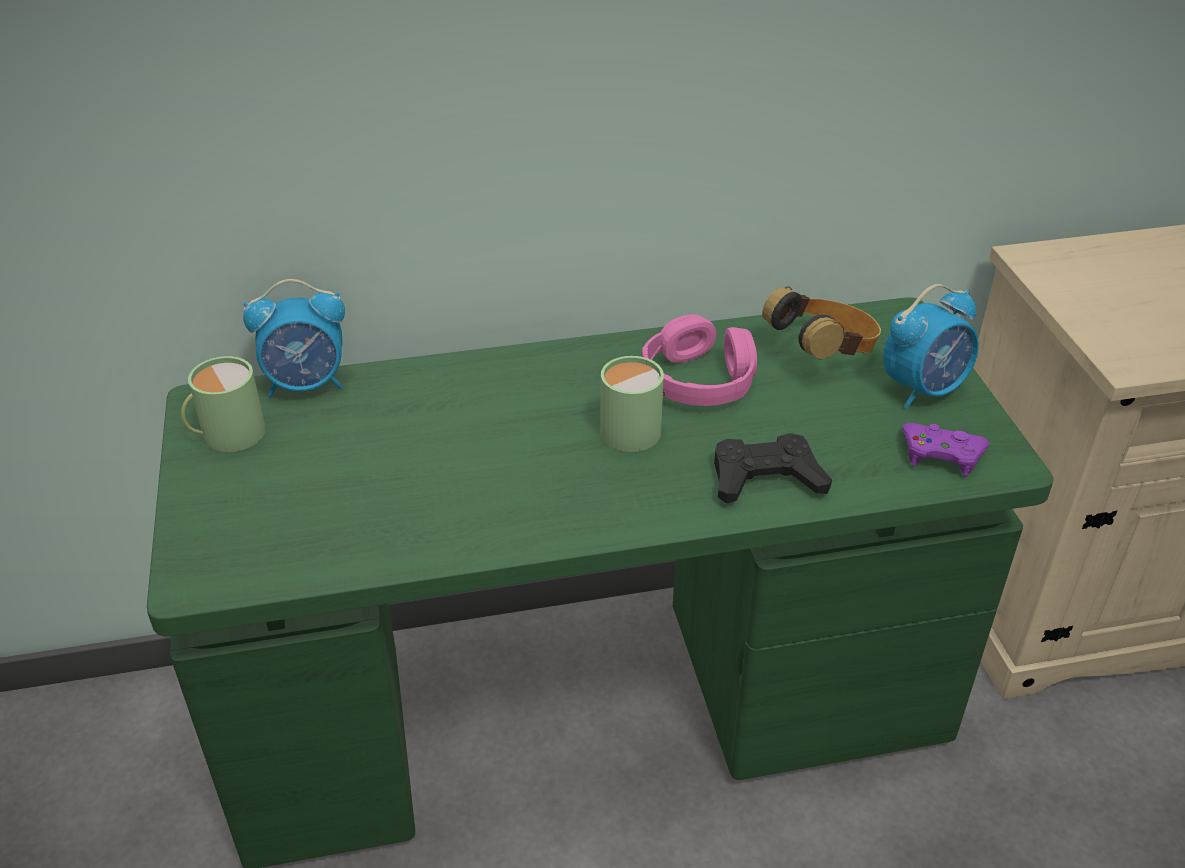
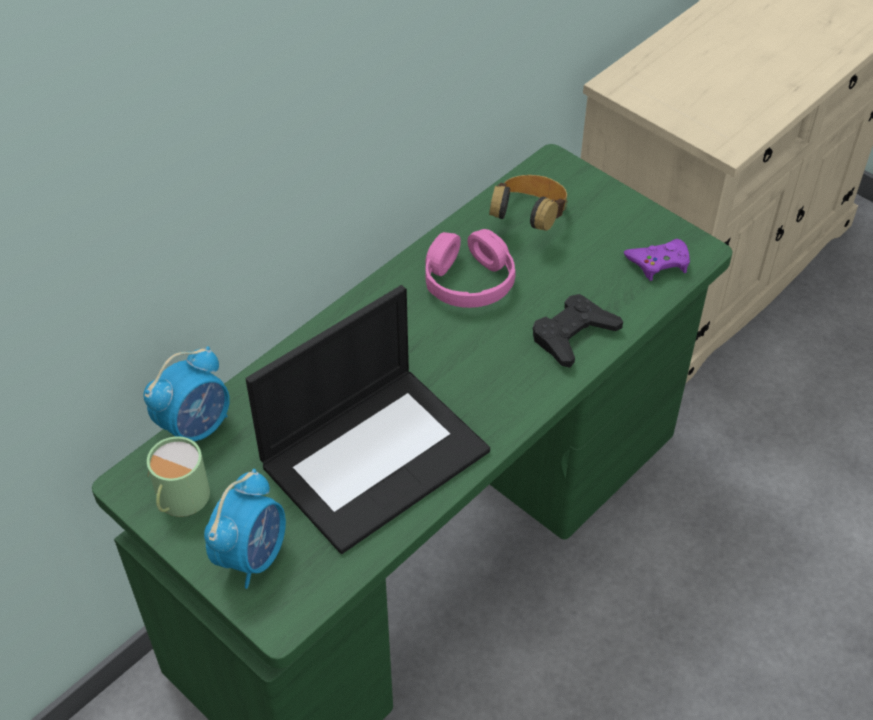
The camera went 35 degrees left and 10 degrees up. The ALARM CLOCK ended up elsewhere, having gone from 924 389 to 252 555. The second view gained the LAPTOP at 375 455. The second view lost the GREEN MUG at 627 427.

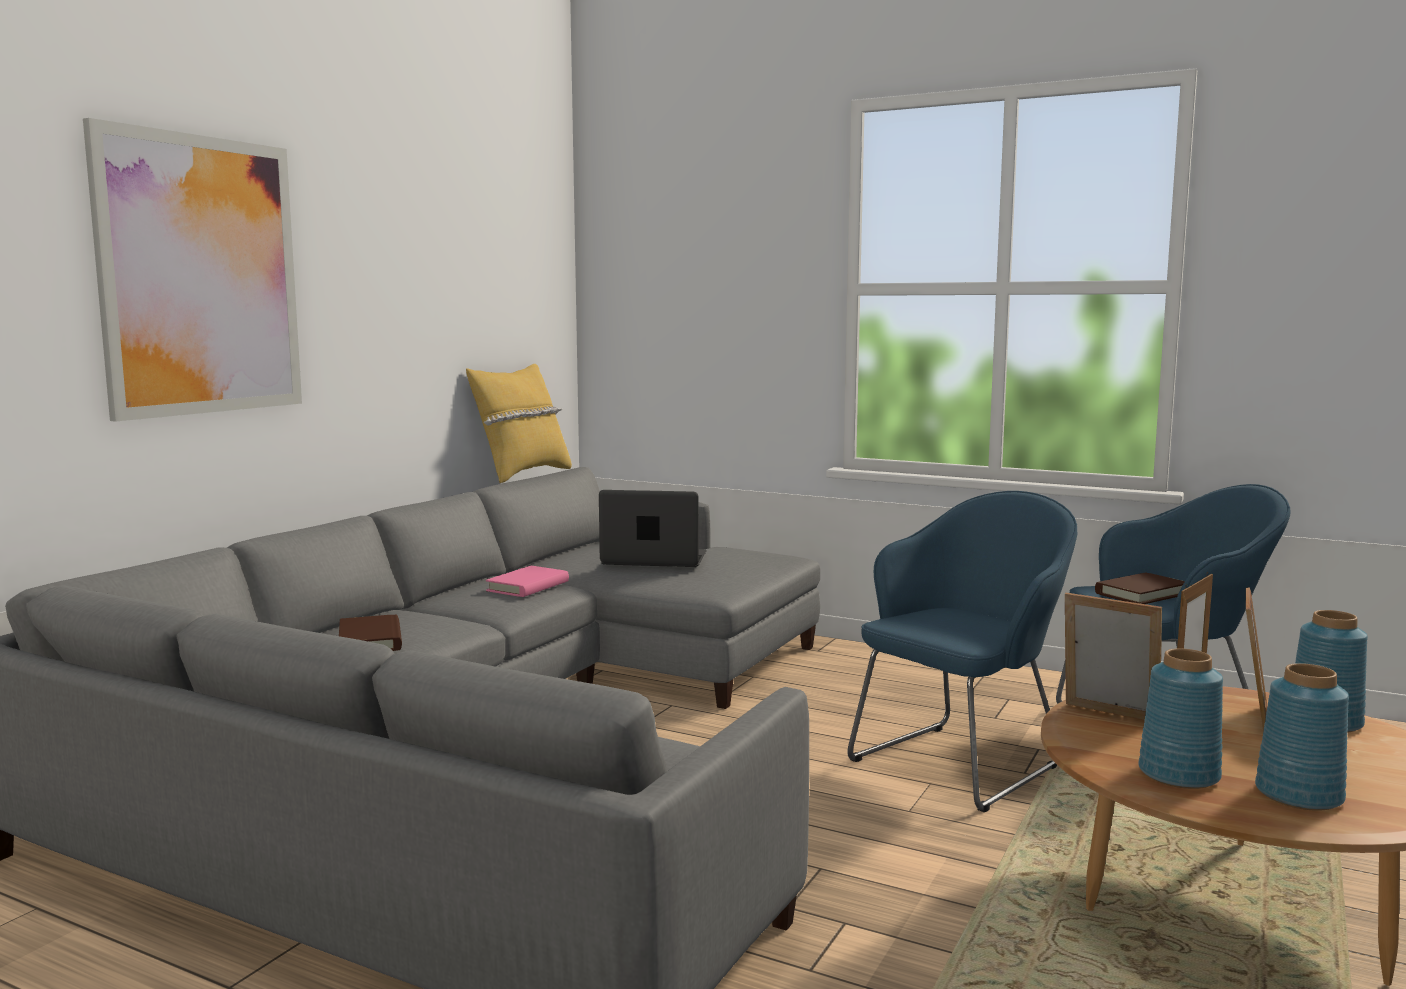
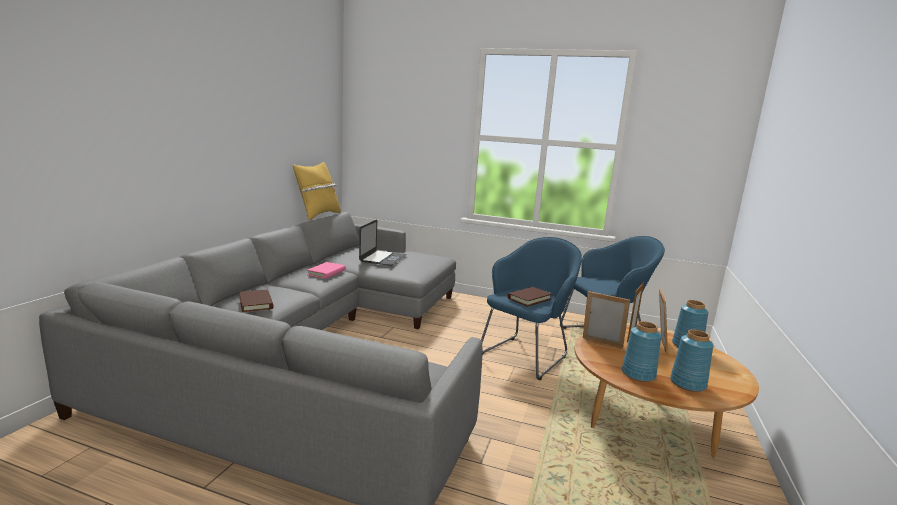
The camera went 10 degrees left and 5 degrees up. The LAPTOP at 654 559 ended up facing another way, 105 degrees clockwise from before. The BROWN BOOK ended up elsewhere, having gone from 1141 594 to 529 299. The second view lost the PICTURE at 201 276.

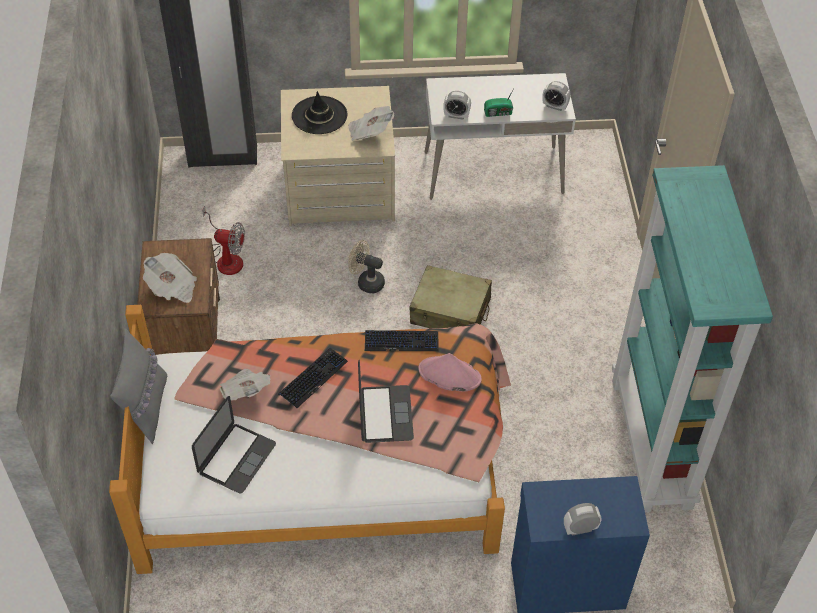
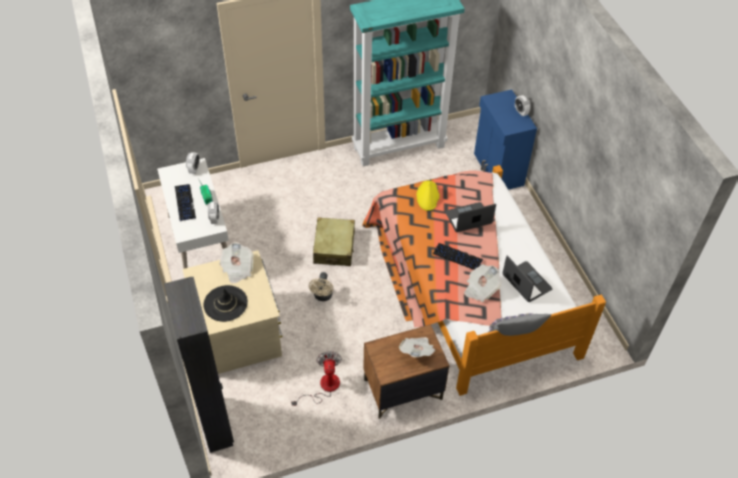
The camera went 105 degrees left and 0 degrees up. The KEYBOARD ended up elsewhere, having gone from 401 341 to 184 203. What was the PINK HAT at 449 375 turned into the YELLOW HAT at 428 196. The LAPTOP at 236 458 ended up facing another way, 45 degrees clockwise from before.

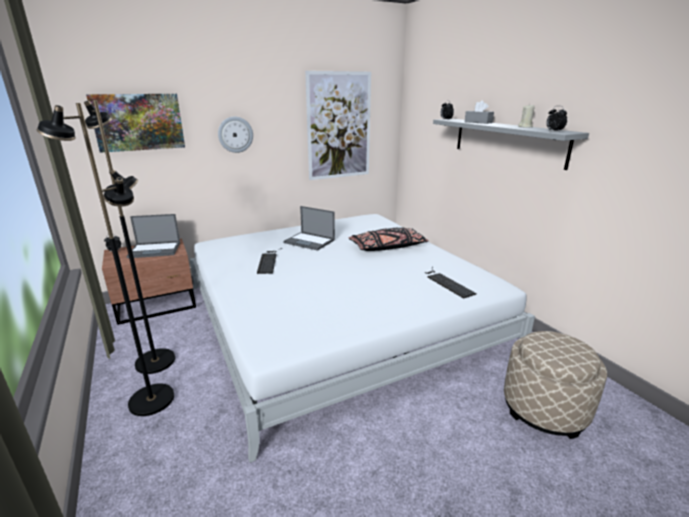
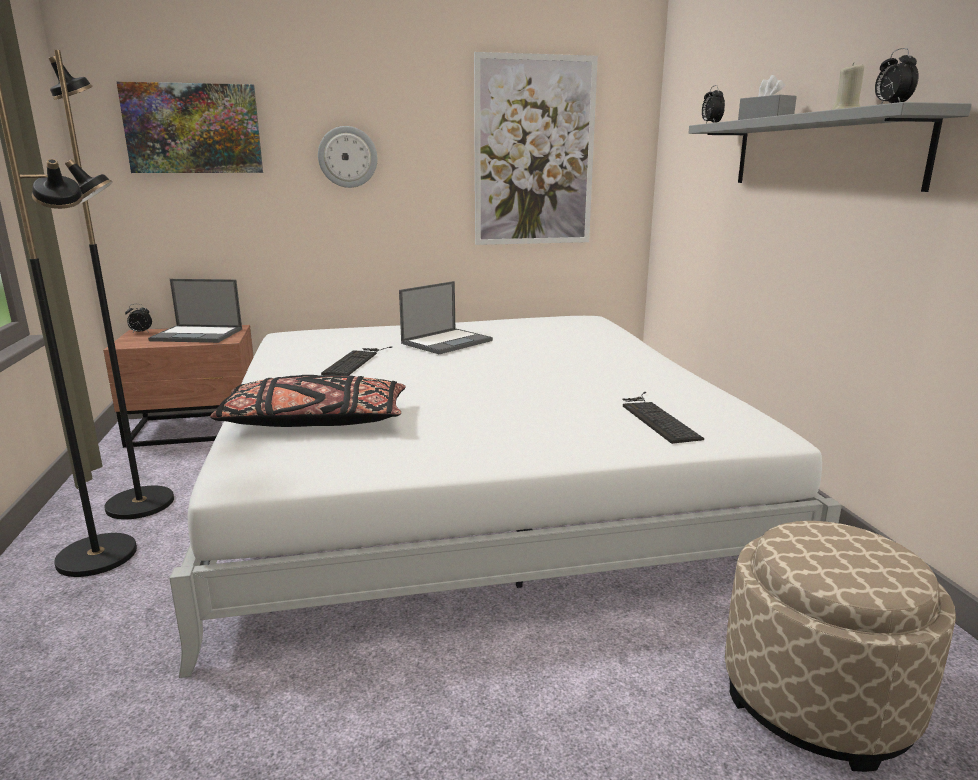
The camera went 15 degrees right and 5 degrees down. The BLACK PILLOW ended up elsewhere, having gone from 387 247 to 314 422. The LAPTOP at 310 241 ended up facing another way, 90 degrees counterclockwise from before.

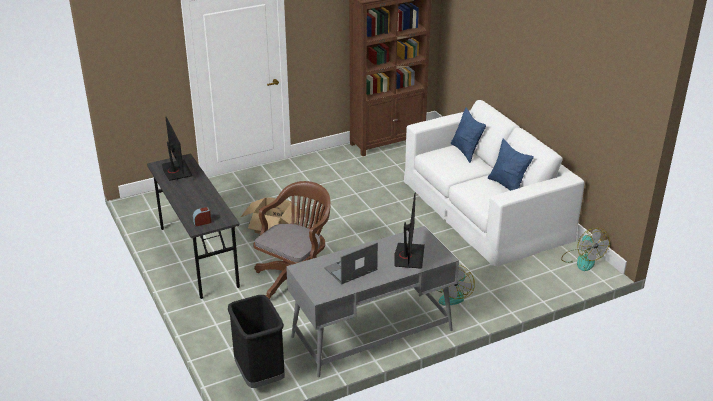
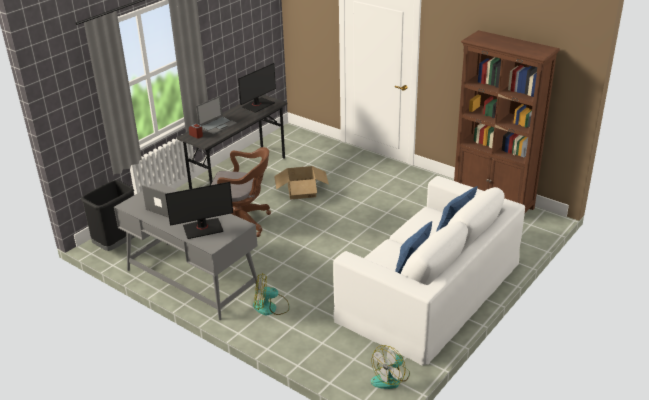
The camera went 65 degrees right and 0 degrees up. The second view gained the LAPTOP at 218 125.

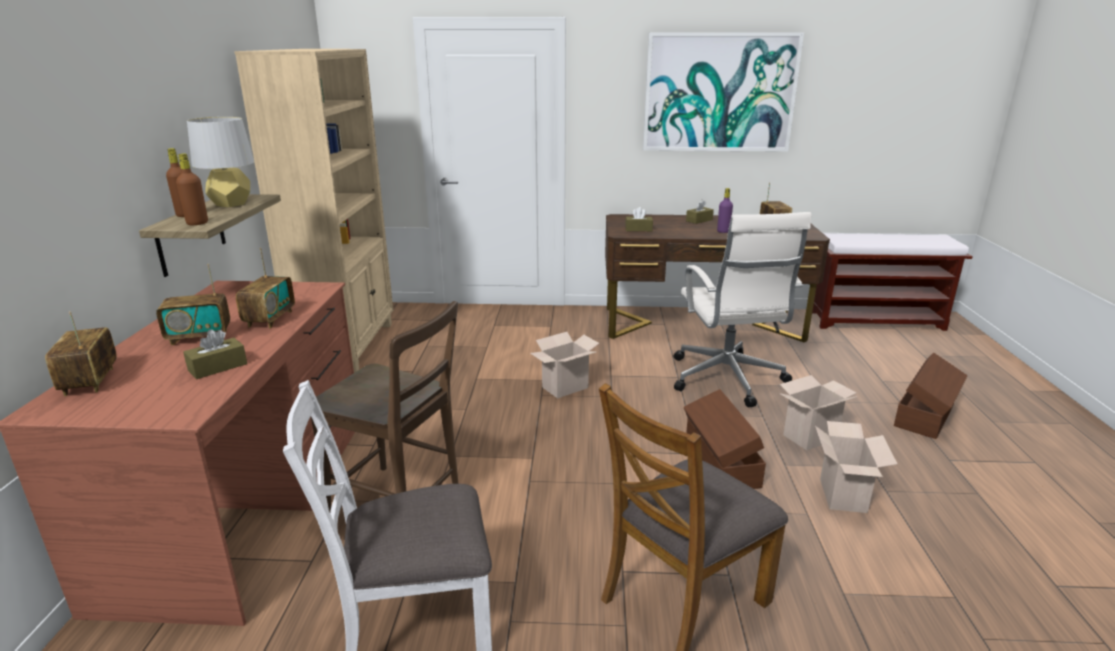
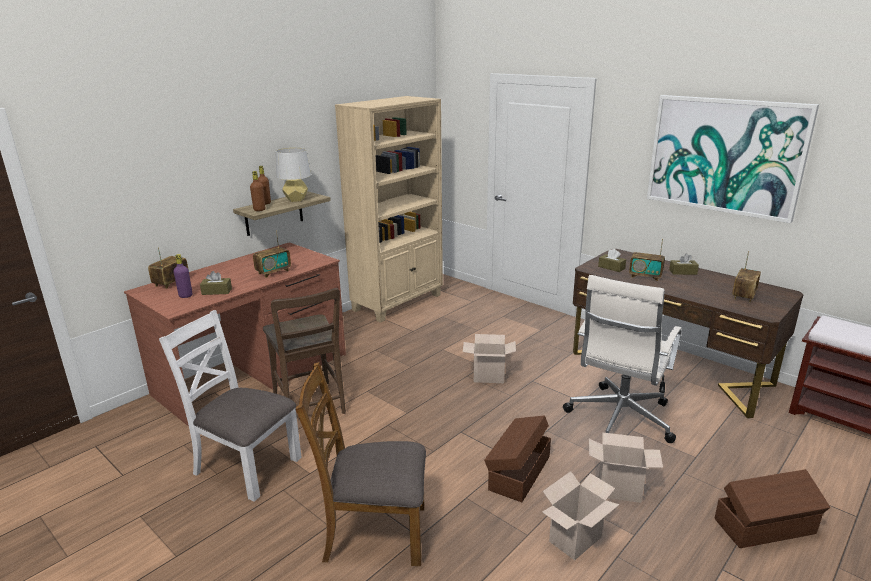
The camera went 40 degrees right and 0 degrees up. The PURPLE BOTTLE ended up elsewhere, having gone from 723 231 to 185 296. The RADIO ended up elsewhere, having gone from 199 337 to 645 276.

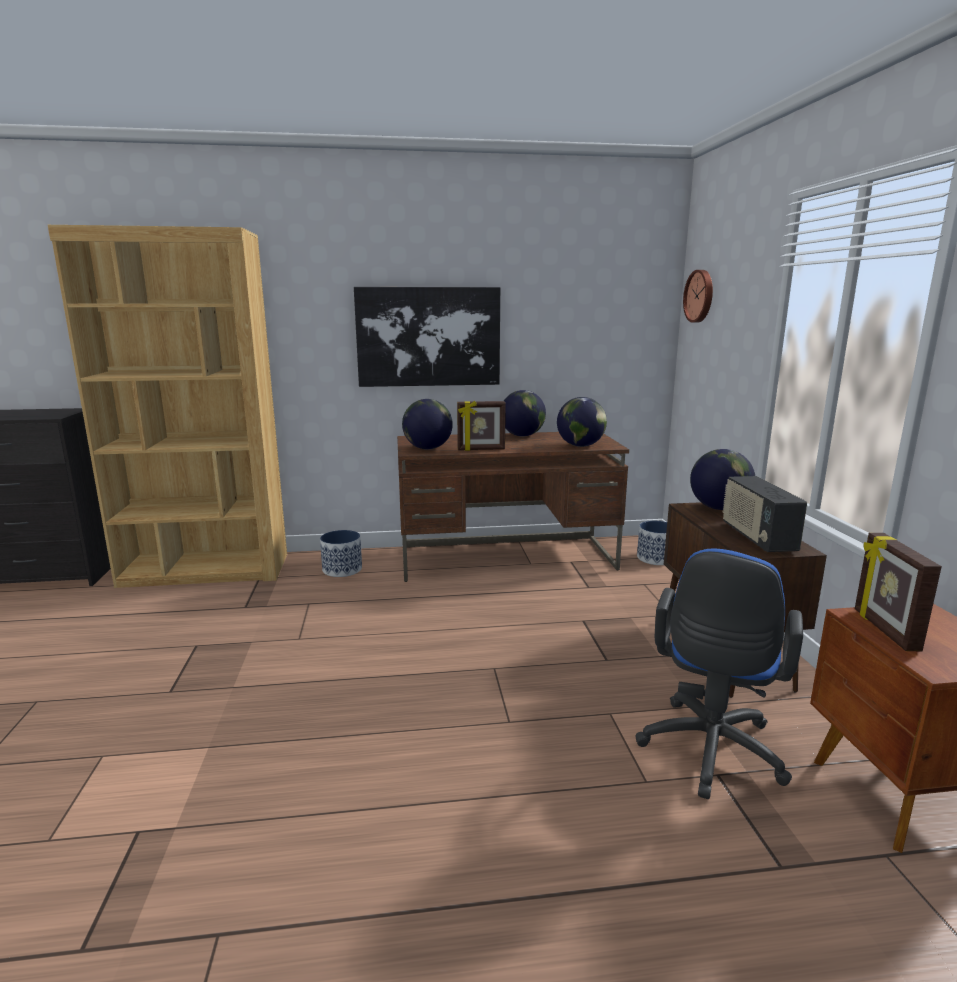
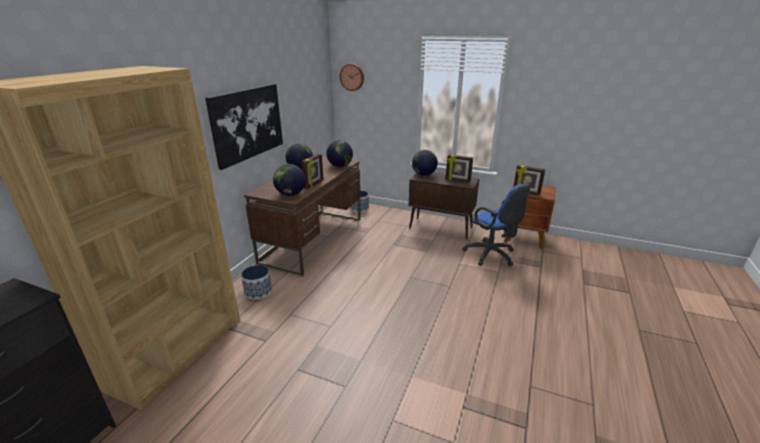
The camera went 60 degrees left and 10 degrees up. Where the RADIO stood at 757 538, the PICTURE FRAME came to stand at 457 180.

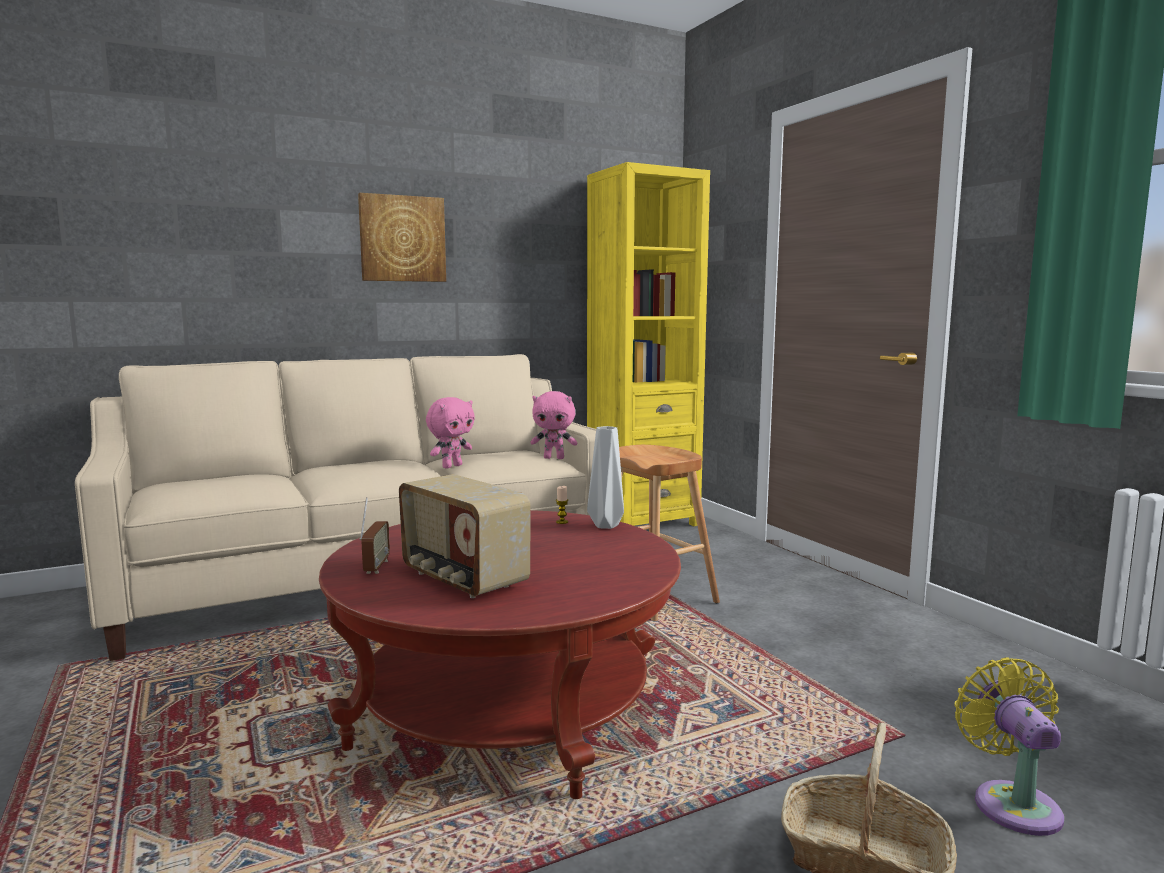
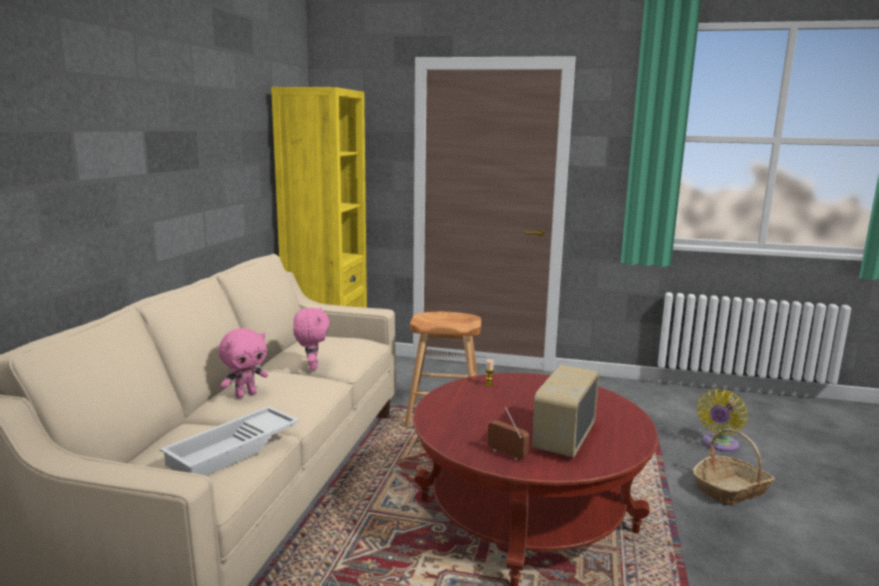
The camera went 50 degrees left and 5 degrees up. The second view gained the WHITE TRAY at 234 450. The PINK PLUSH TOY ended up elsewhere, having gone from 554 458 to 245 395. The RADIO at 462 579 ended up facing another way, 120 degrees clockwise from before. The YELLOW FAN at 1012 802 ended up facing another way, 90 degrees counterclockwise from before. The second view lost the PICTURE at 402 239. The second view lost the GREY VASE at 605 525.

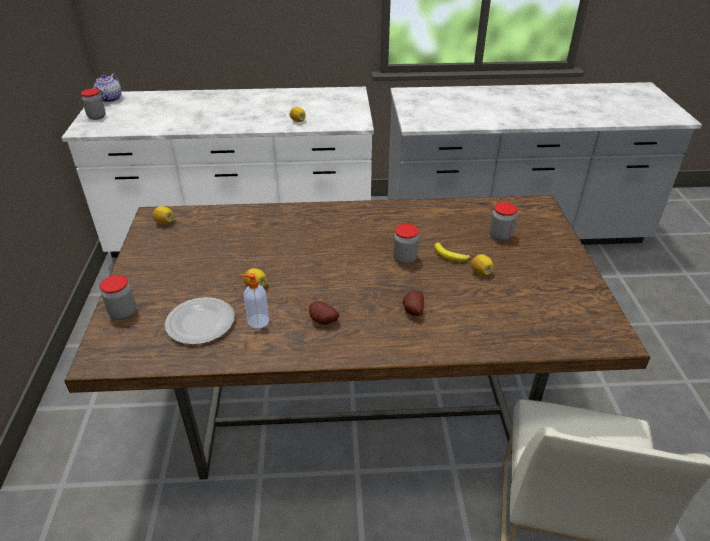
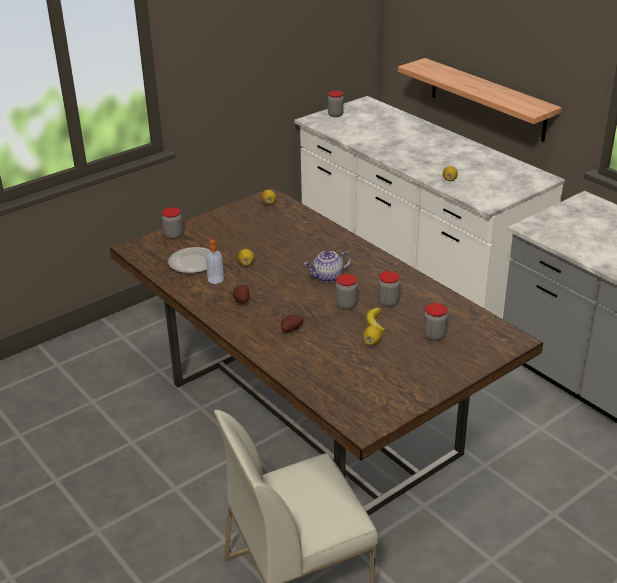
The camera went 55 degrees right and 5 degrees down. The TEAPOT ended up elsewhere, having gone from 110 99 to 328 277. The second view gained the JAR at 388 302. The second view gained the SHELF at 487 99.

